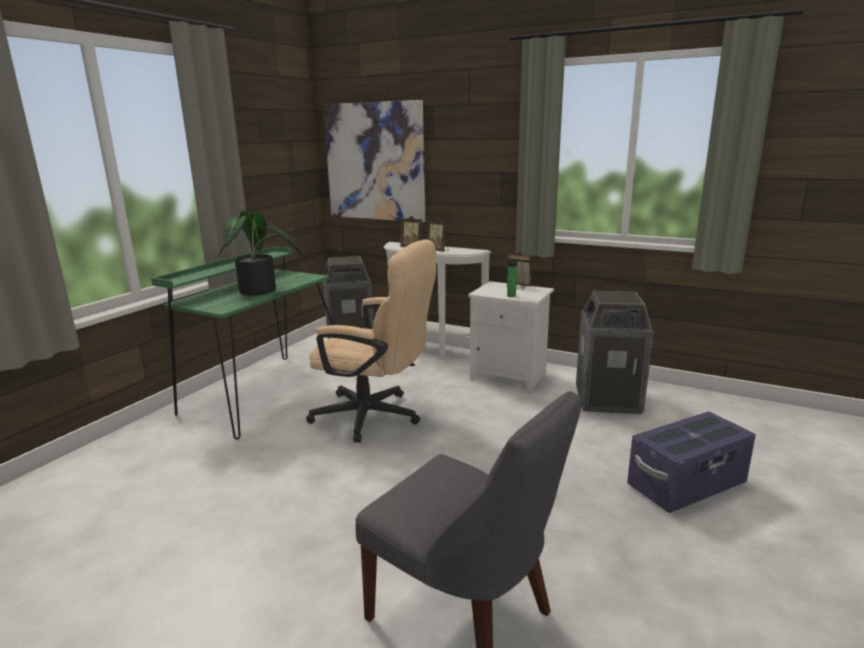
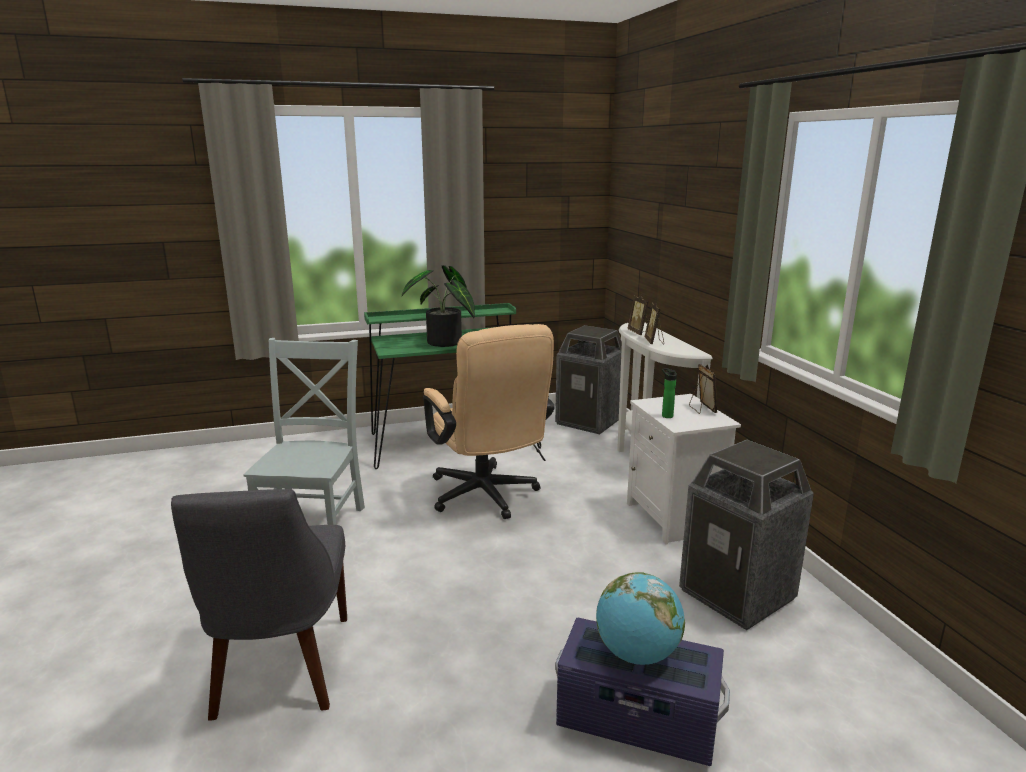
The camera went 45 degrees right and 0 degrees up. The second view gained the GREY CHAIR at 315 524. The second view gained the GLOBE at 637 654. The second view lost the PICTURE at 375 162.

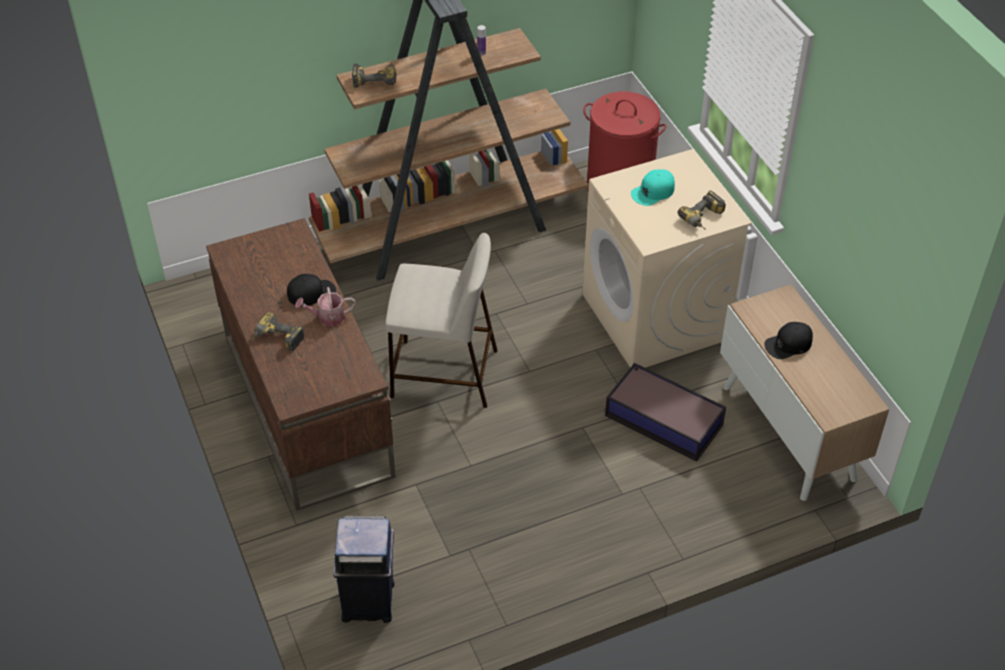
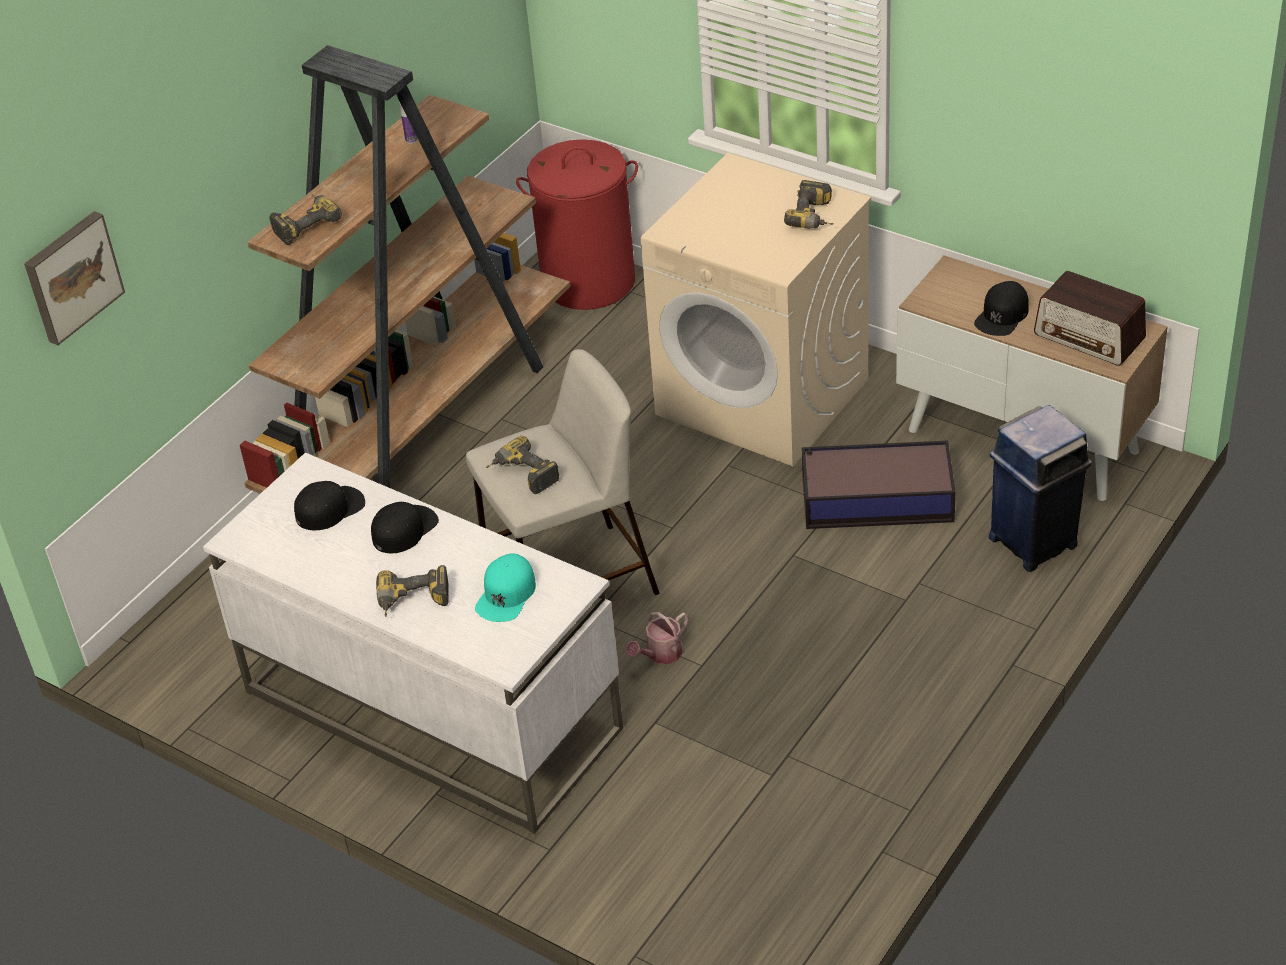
The camera went 30 degrees left and 5 degrees down. The second view gained the PICTURE at 71 276. What was the BROWN DESK at 307 405 turned into the WHITE DESK at 430 710. The second view gained the BLACK CAP at 329 508. The TURQUOISE CAP ended up elsewhere, having gone from 653 192 to 506 594. The second view gained the POWER DRILL at 522 475. The WATERING CAN ended up elsewhere, having gone from 327 317 to 660 654. The BLUE TRASH CAN ended up elsewhere, having gone from 369 601 to 1034 541. The second view gained the RADIO at 1089 337.

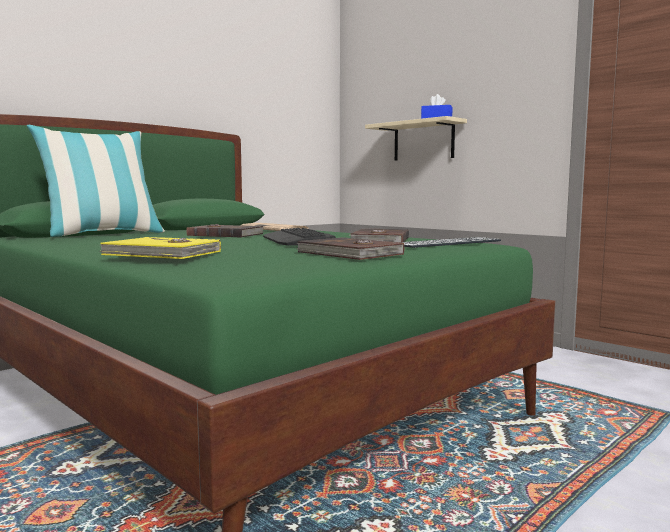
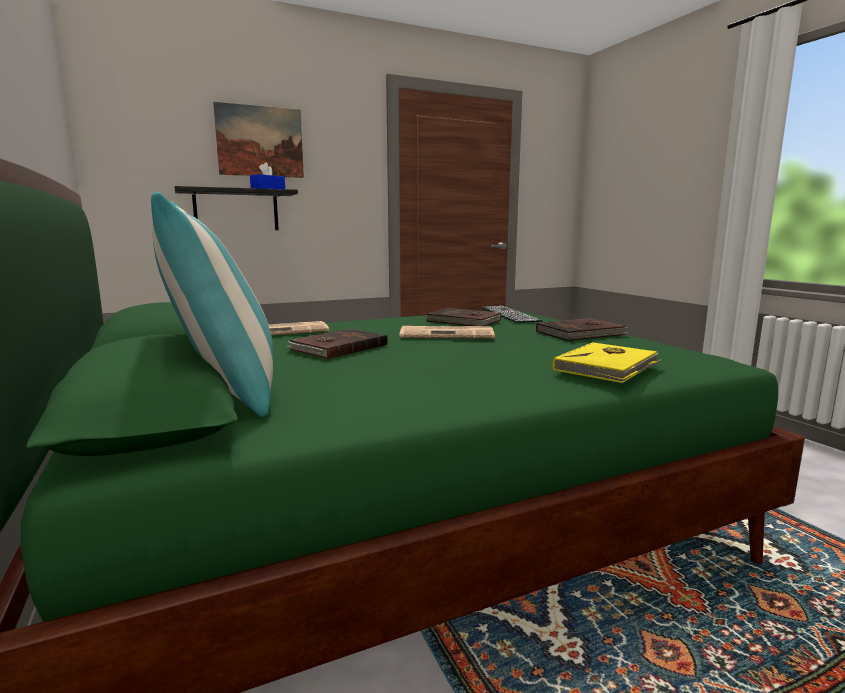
The camera went 70 degrees left and 5 degrees up. What was the BEIGE SHELF at 423 141 turned into the BLACK SHELF at 236 210. The second view gained the PICTURE at 260 141. Where the KEYBOARD stood at 297 240, the NEWSPAPER came to stand at 448 334.

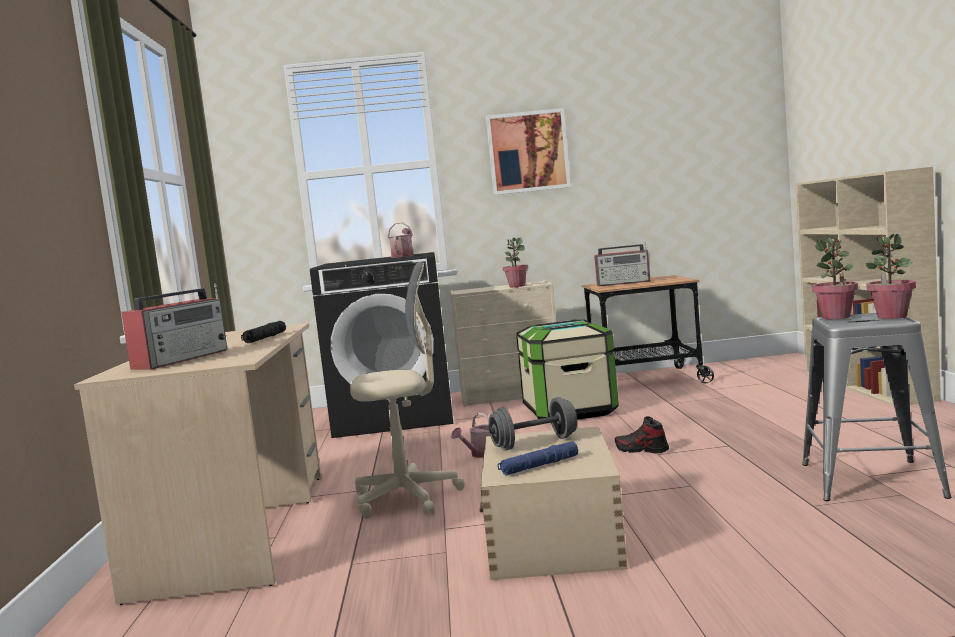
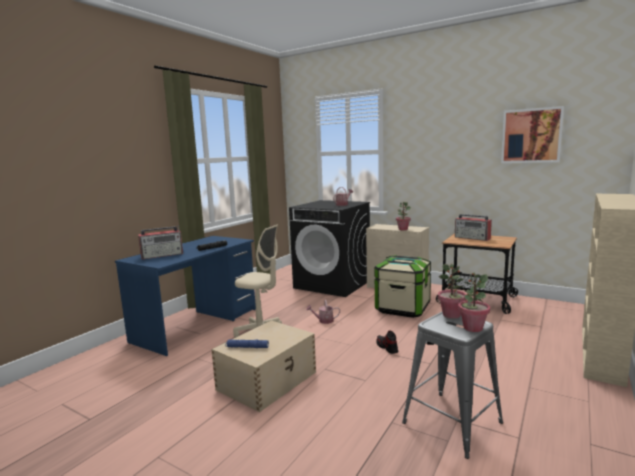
The camera went 35 degrees right and 5 degrees up. What was the BEIGE DESK at 238 530 turned into the BLUE DESK at 197 325. The PICTURE ended up elsewhere, having gone from 528 152 to 531 136. The second view lost the GREY DUMBBELL at 534 443.

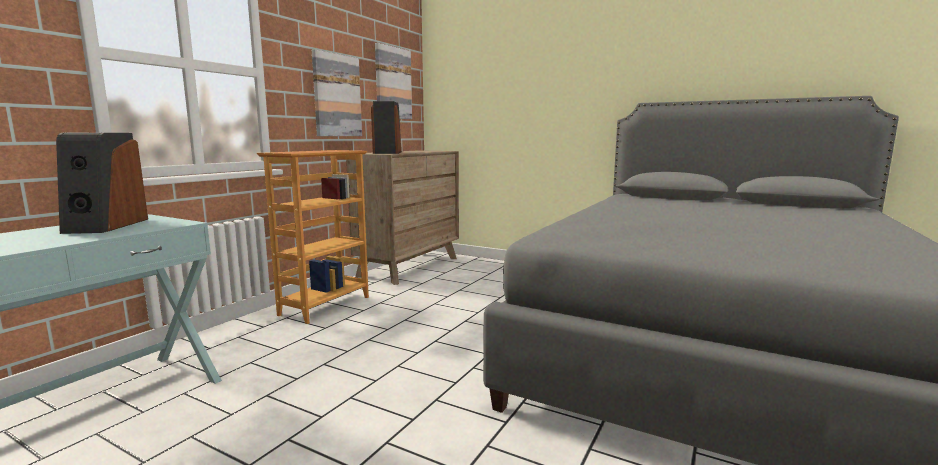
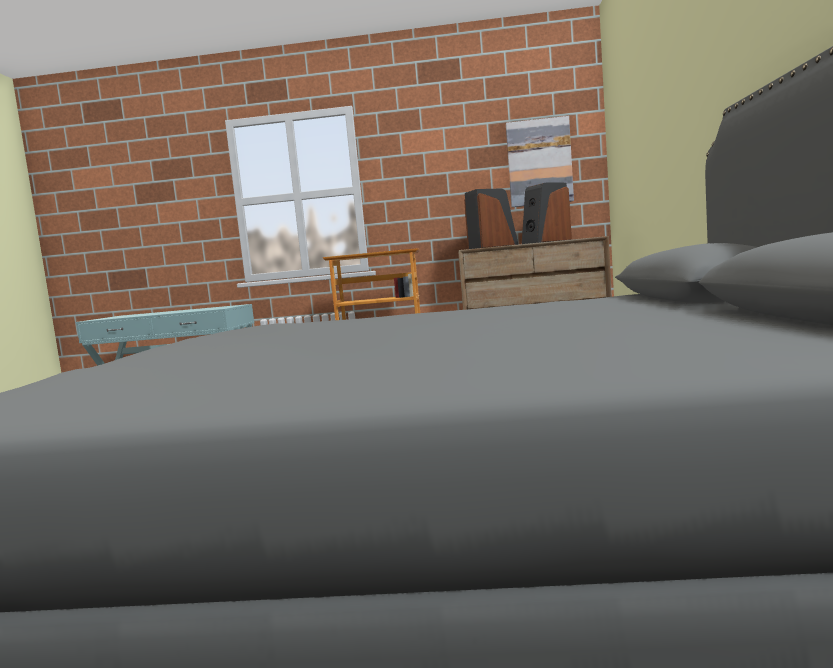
The camera went 65 degrees right and 5 degrees down. The SPEAKER ended up elsewhere, having gone from 106 226 to 546 242. The second view lost the PICTURE at 336 96.

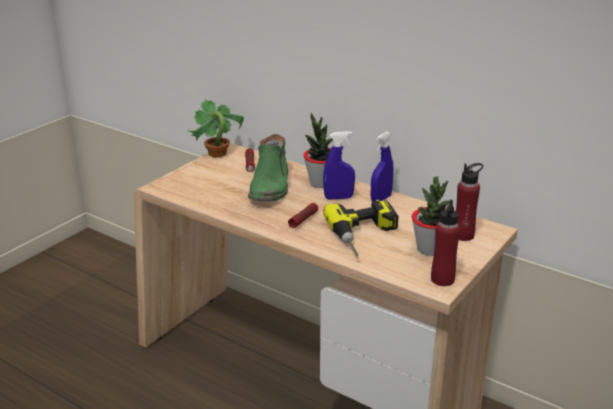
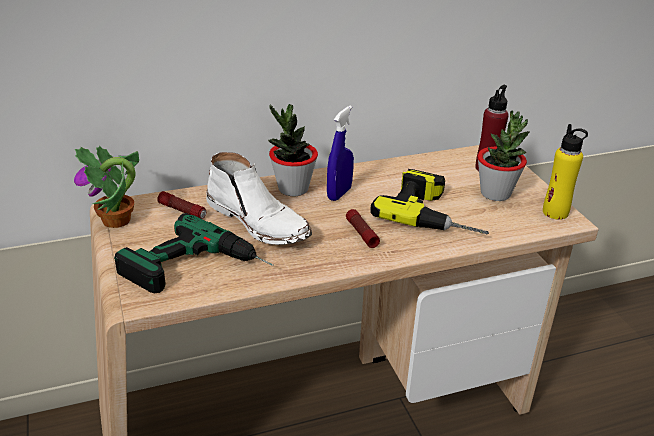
The camera went 55 degrees left and 5 degrees up. The second view gained the POWER DRILL at 199 270. What was the GREEN BOOT at 270 187 turned into the WHITE BOOT at 259 221. What was the RED BOTTLE at 442 279 turned into the YELLOW BOTTLE at 555 212. The second view lost the BLUE SPRAY BOTTLE at 381 199.

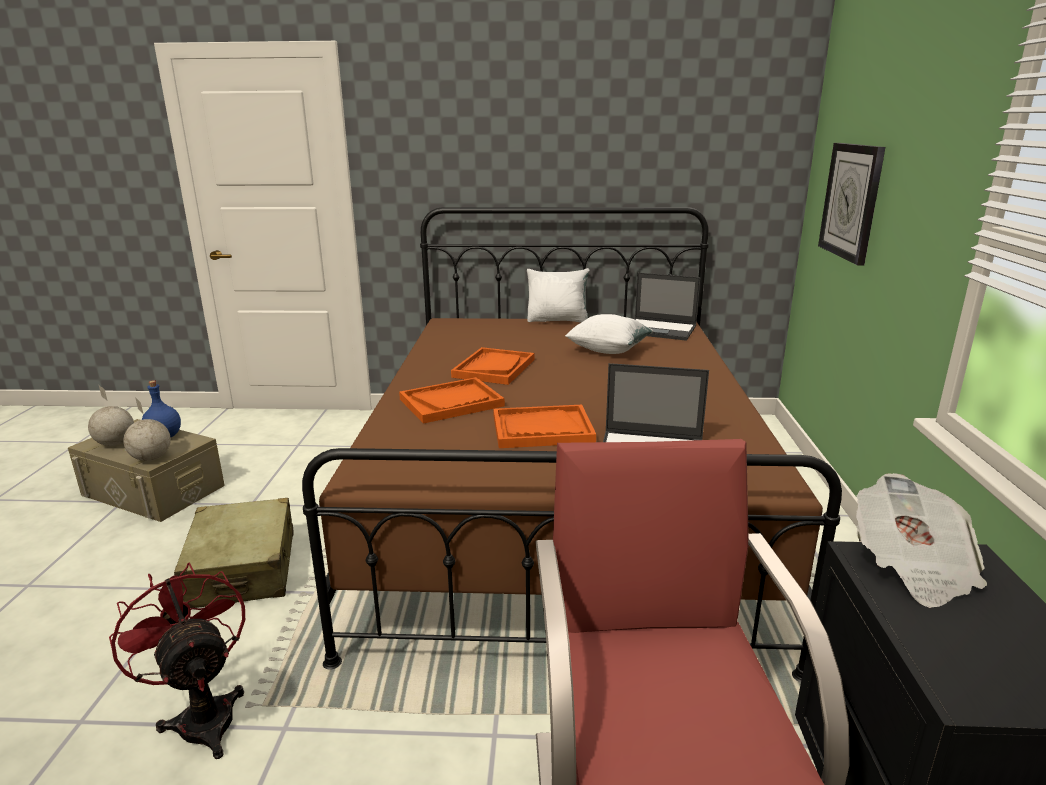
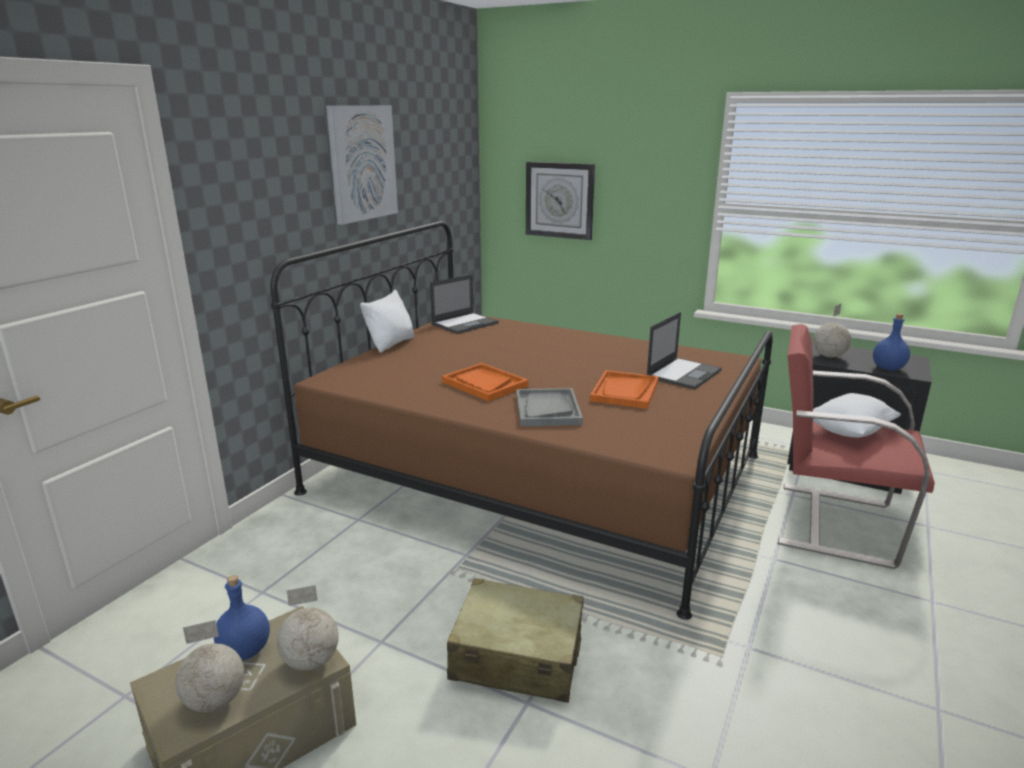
The camera went 65 degrees left and 0 degrees up. The second view gained the PICTURE at 362 163. What was the ORANGE TRAY at 451 402 turned into the GREY TRAY at 547 409. Where the NEWSPAPER stood at 912 567, the GLOBE came to stand at 829 356. The WHITE PILLOW ended up elsewhere, having gone from 608 350 to 848 431. The second view gained the BLUE BOTTLE at 887 368. The second view lost the RED FAN at 203 715.

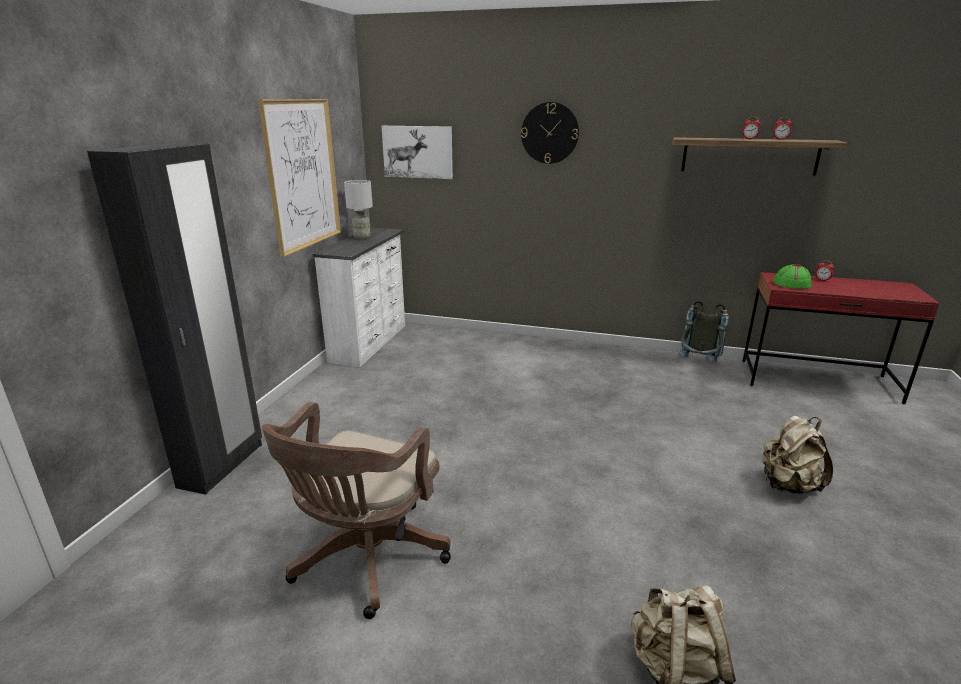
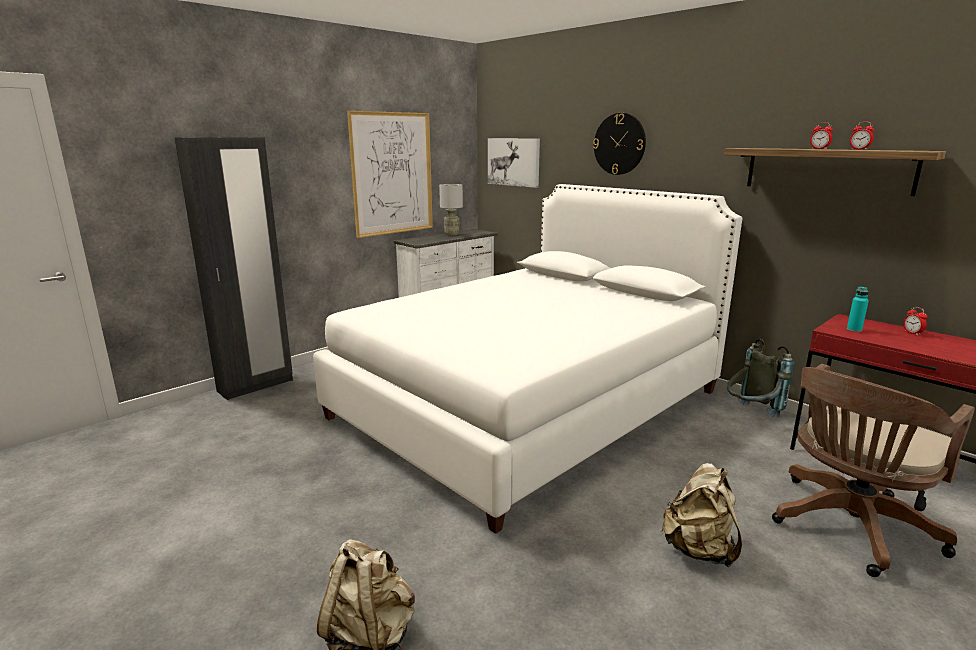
The camera went 30 degrees right and 5 degrees down. The second view gained the WHITE BED at 528 404. The BROWN OFFICE CHAIR ended up elsewhere, having gone from 365 560 to 849 527. Where the GREEN HAT stood at 791 284, the TURQUOISE BOTTLE came to stand at 854 330.

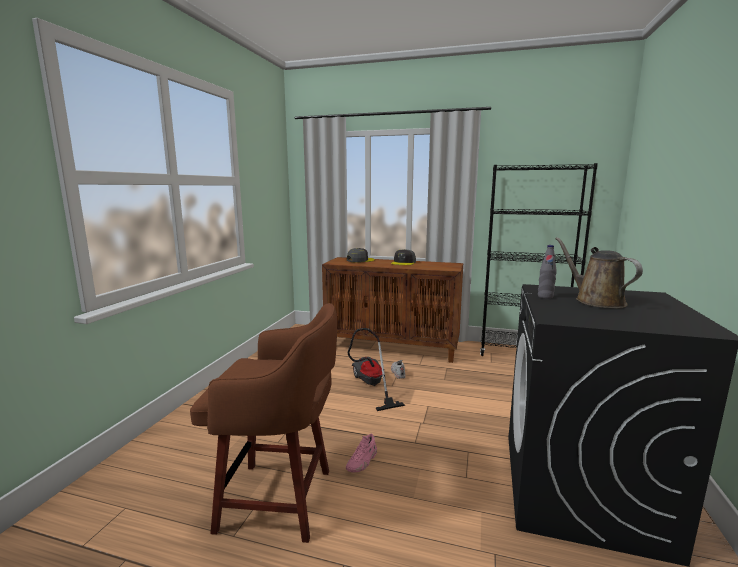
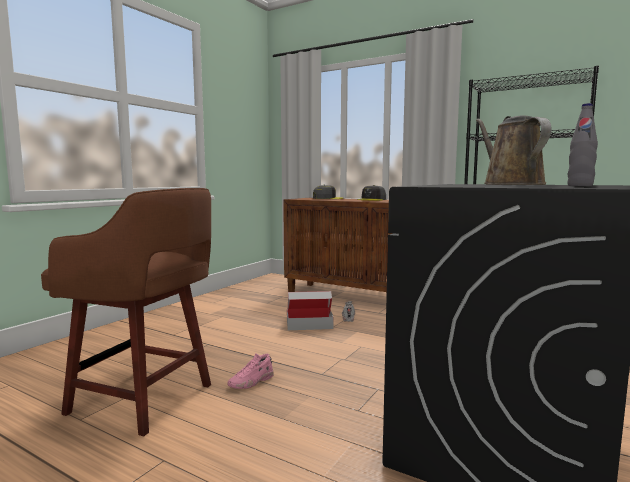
The camera went 15 degrees right and 5 degrees down. Where the VACUUM CLEANER stood at 370 385, the CARDBOARD BOX came to stand at 309 324. The GREY BOTTLE ended up elsewhere, having gone from 545 297 to 580 186.

